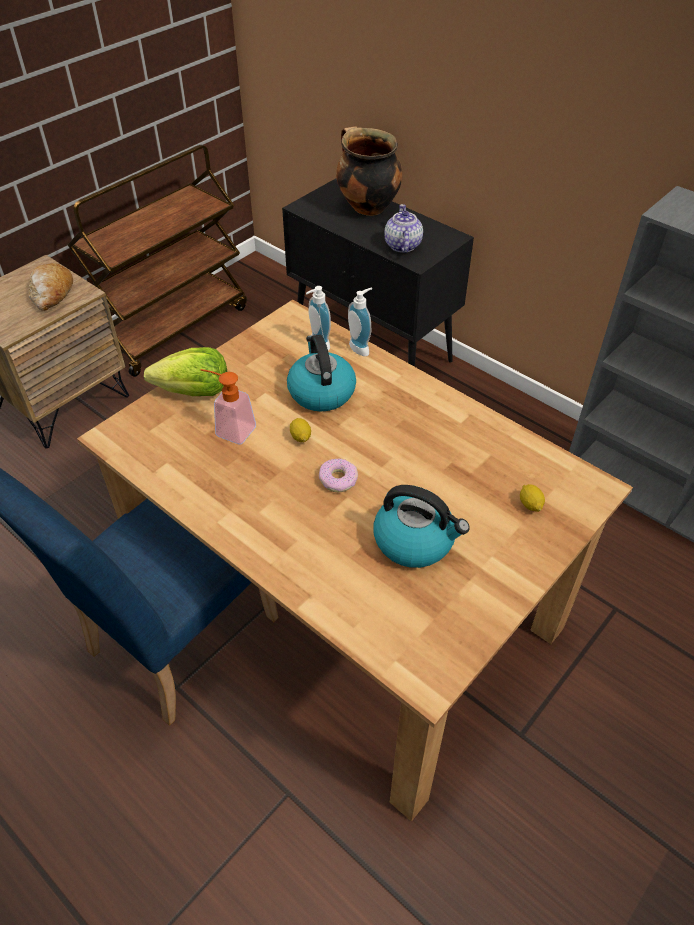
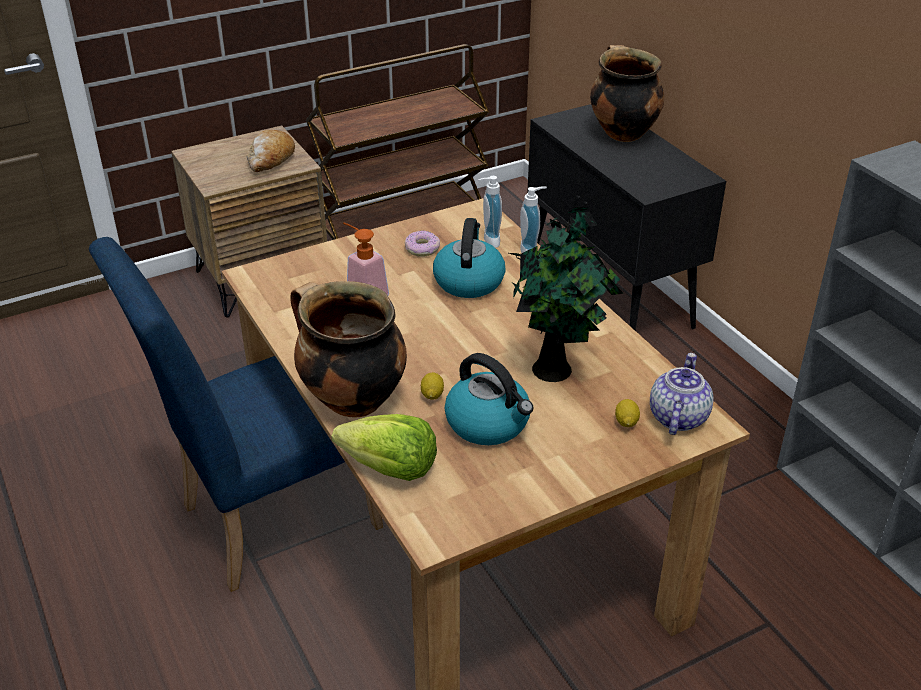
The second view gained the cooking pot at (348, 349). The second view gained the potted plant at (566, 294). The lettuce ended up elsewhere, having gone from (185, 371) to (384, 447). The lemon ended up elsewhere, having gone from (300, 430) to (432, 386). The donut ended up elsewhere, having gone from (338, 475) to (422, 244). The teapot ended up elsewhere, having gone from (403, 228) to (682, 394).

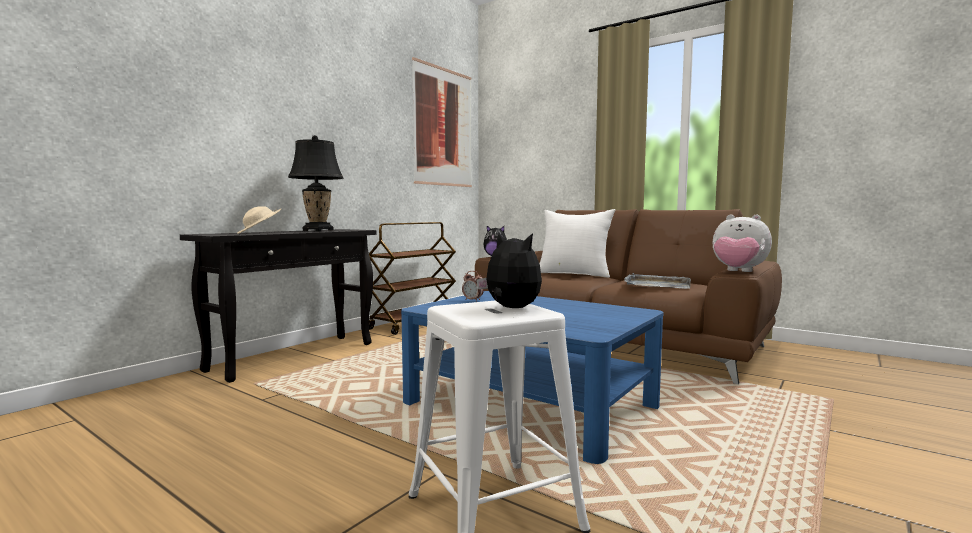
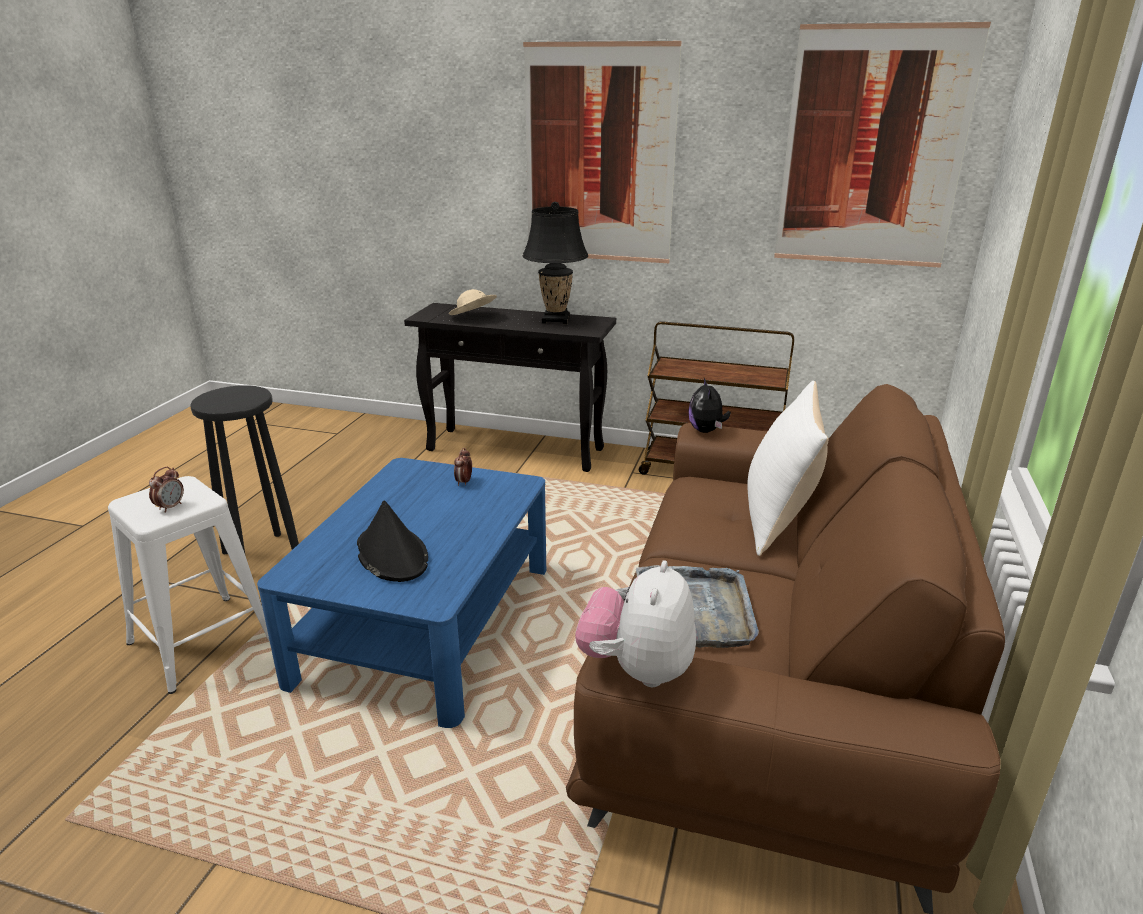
The second view gained the black stool at (244, 469). The second view gained the black hat at (392, 541). The second view gained the picture at (602, 151). Where the plush toy stood at (509, 270), the alarm clock came to stand at (166, 490).

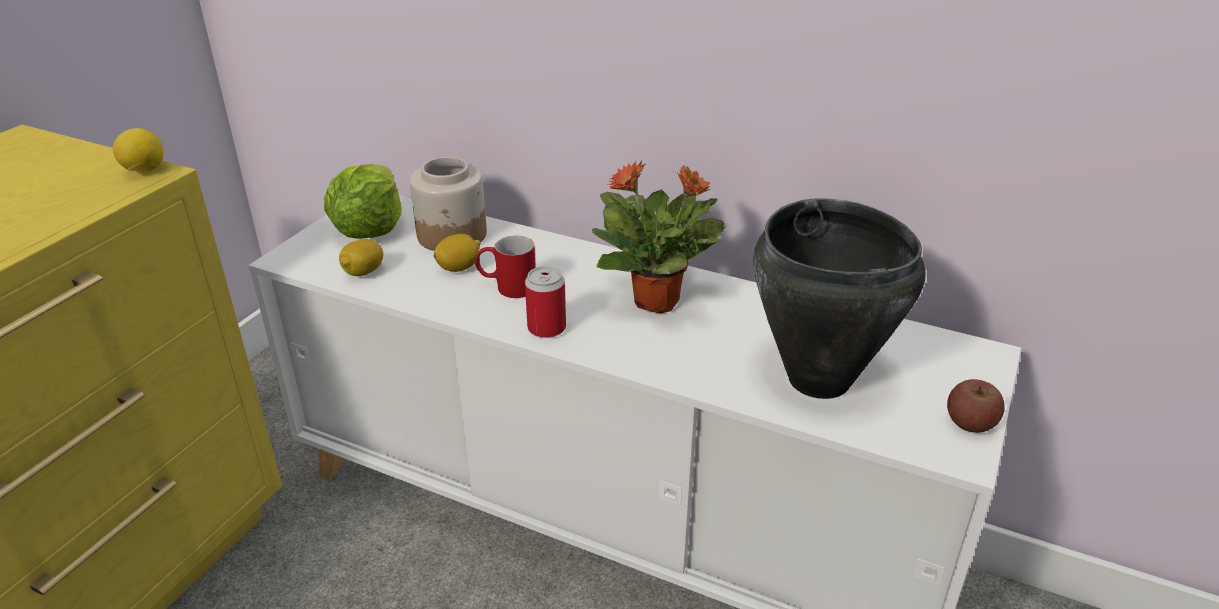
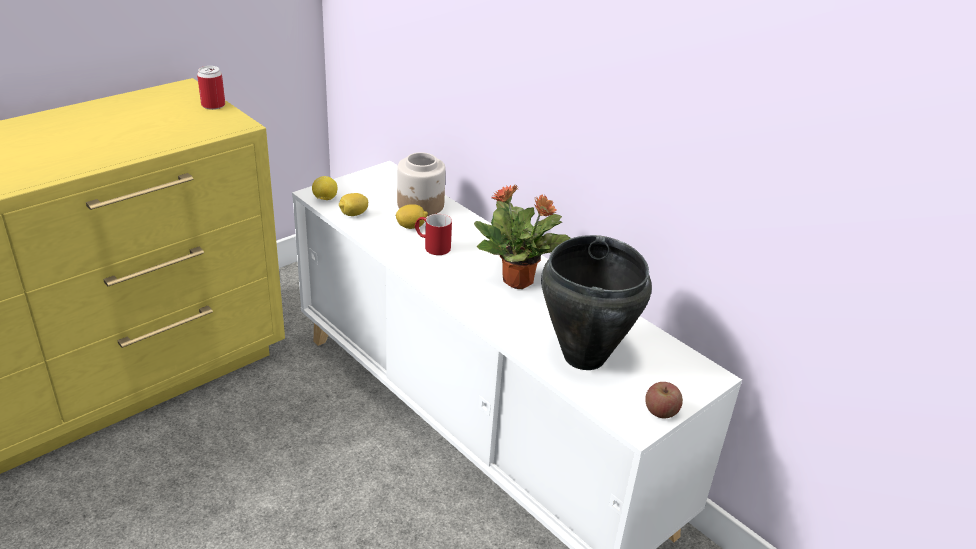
The second view lost the lettuce at (362, 201). The lemon ended up elsewhere, having gone from (138, 150) to (324, 188). The can ended up elsewhere, having gone from (545, 302) to (211, 88).

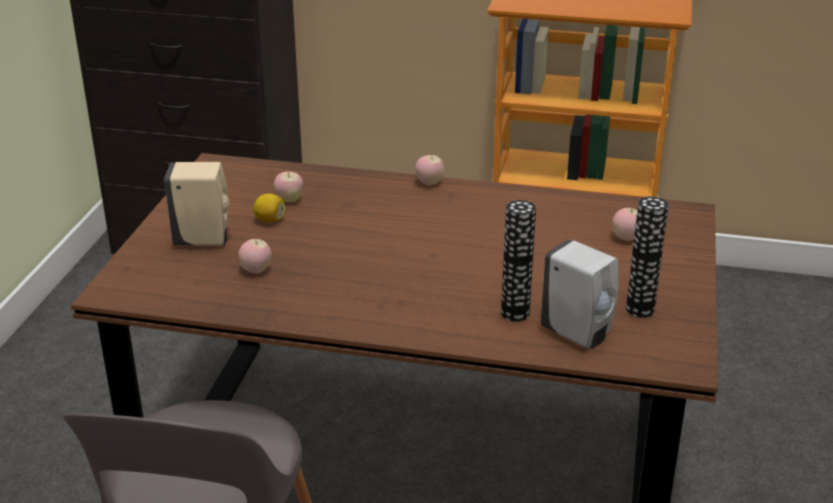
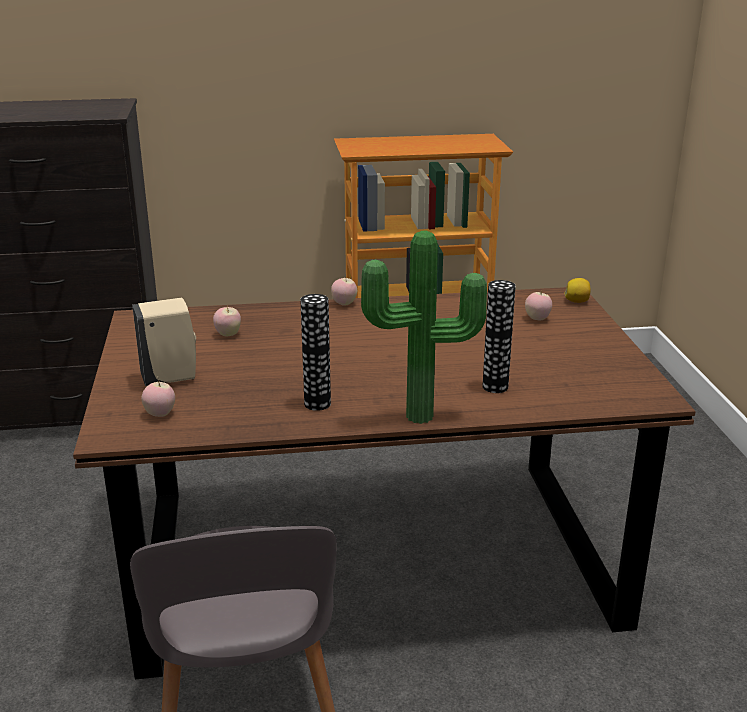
The second view lost the white soap dispenser at (579, 294). The second view gained the potted plant at (424, 327). The apple ended up elsewhere, having gone from (255, 256) to (158, 398). The lemon ended up elsewhere, having gone from (269, 208) to (577, 290). The vase ended up elsewhere, having gone from (647, 257) to (315, 352).

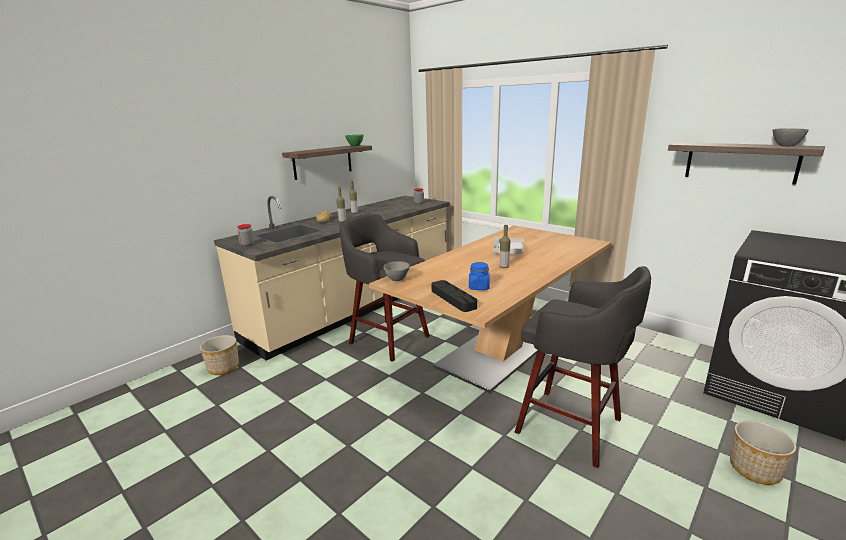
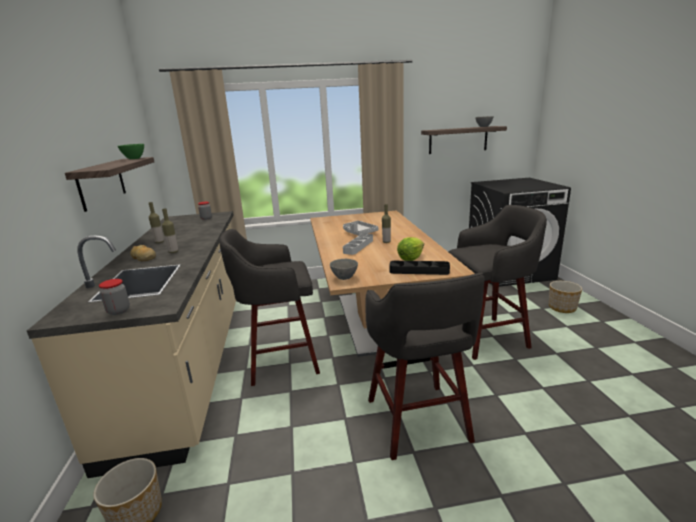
The second view gained the grey tray at (358, 244). The second view gained the grey stool at (425, 366). Where the blue jar stood at (479, 276), the lettuce came to stand at (410, 249).

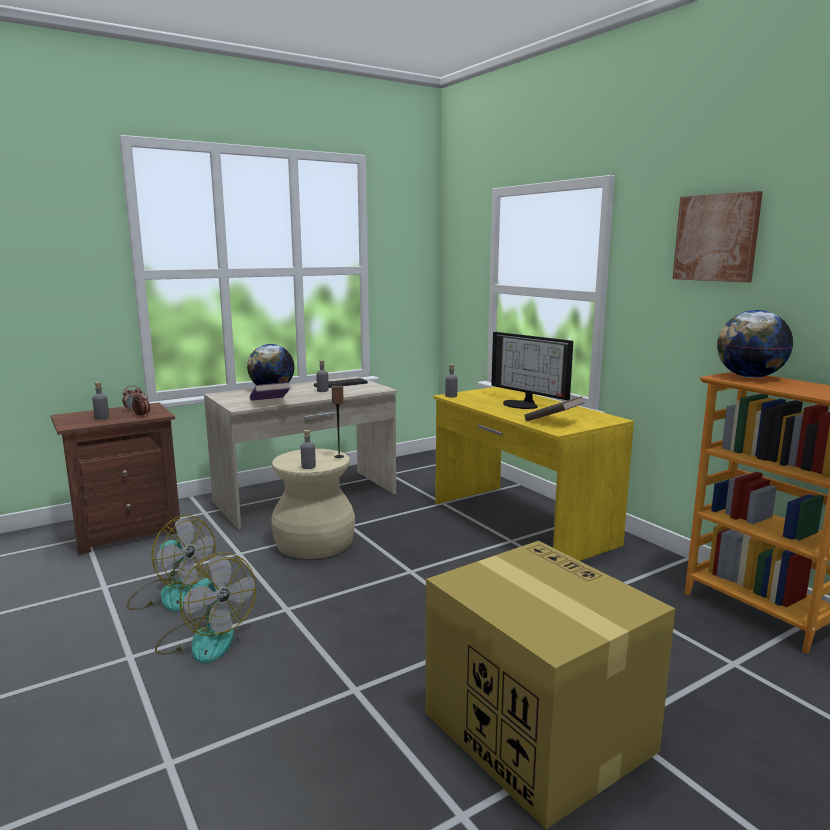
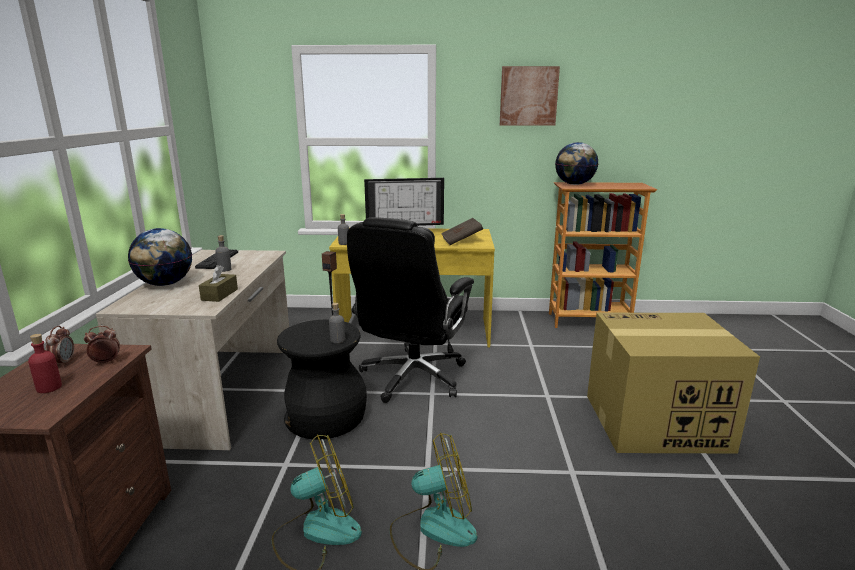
The second view gained the black office chair at (410, 310). Where the purple book stood at (270, 391), the brown tissue box came to stand at (218, 283). What was the grey bottle at (100, 400) turned into the red bottle at (45, 363). What was the beige stool at (313, 504) turned into the black stool at (322, 379).

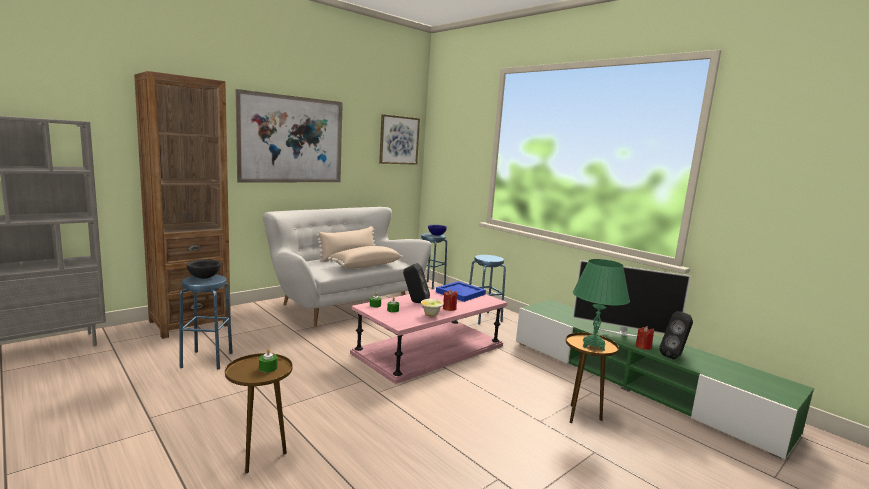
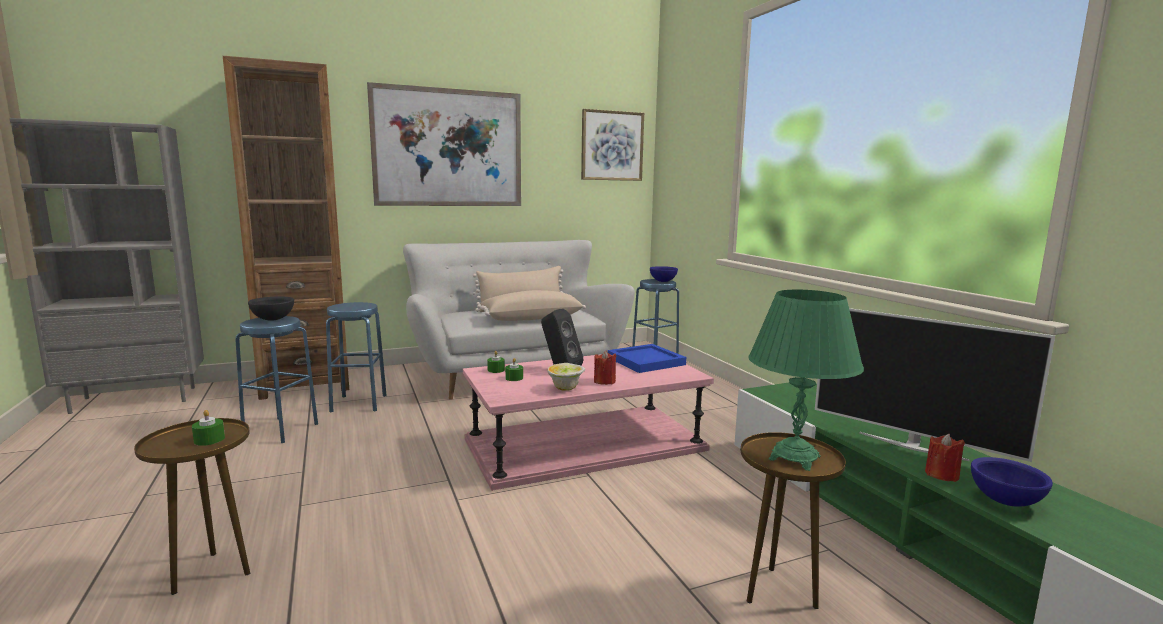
The blue stool ended up elsewhere, having gone from (487, 290) to (356, 357). Where the black speaker stood at (676, 335), the blue bowl came to stand at (1012, 482).

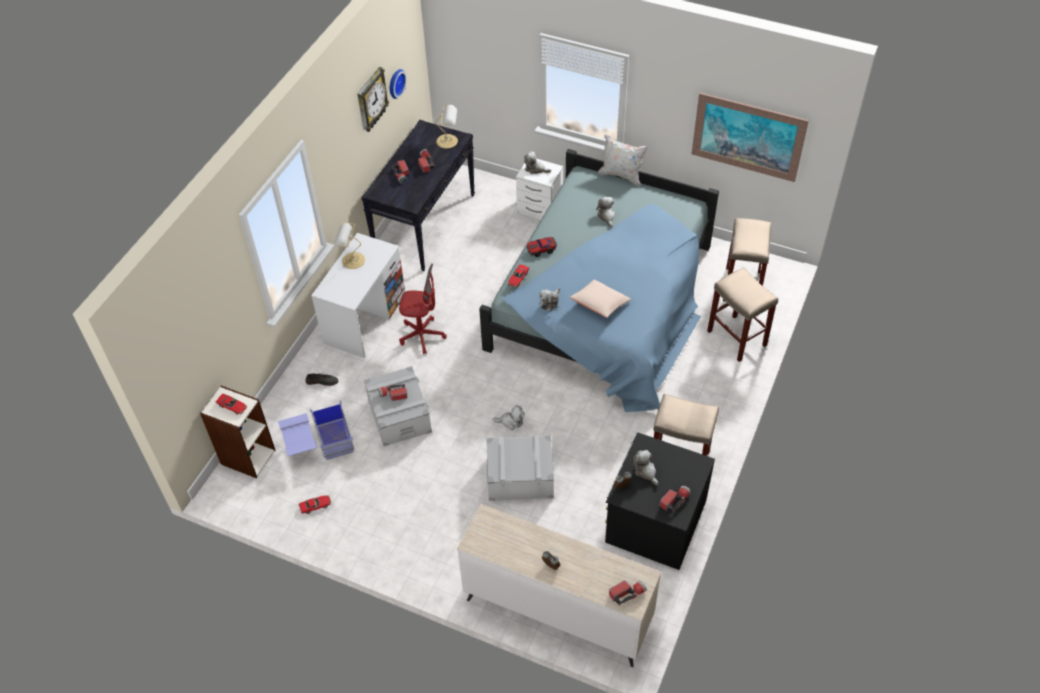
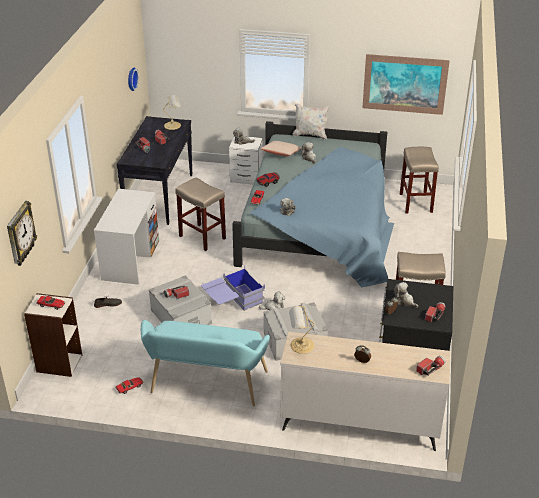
The second view lost the red office chair at (423, 309). The second view gained the turquoise bench at (205, 363). The blue storage box ended up elsewhere, having gone from (316, 430) to (233, 288). The table lamp ended up elsewhere, having gone from (349, 246) to (302, 330). The wall clock ended up elsewhere, having gone from (373, 99) to (22, 233). The beige pillow ended up elsewhere, having gone from (600, 299) to (281, 148). The beige stool ended up elsewhere, having gone from (742, 314) to (200, 214).

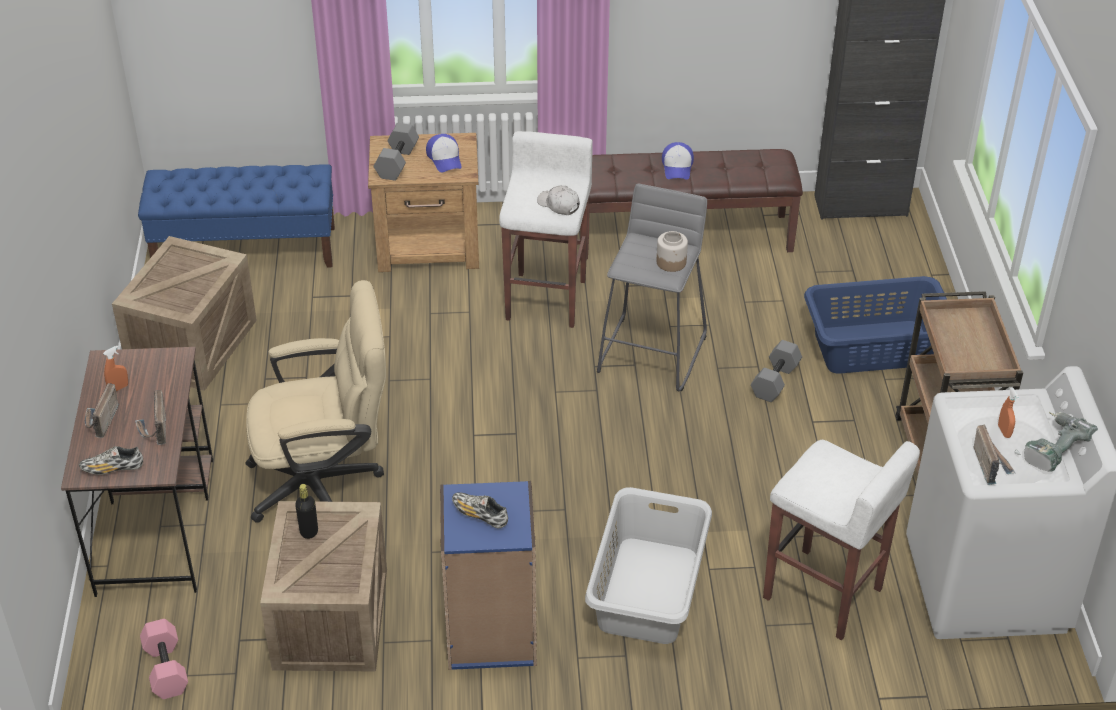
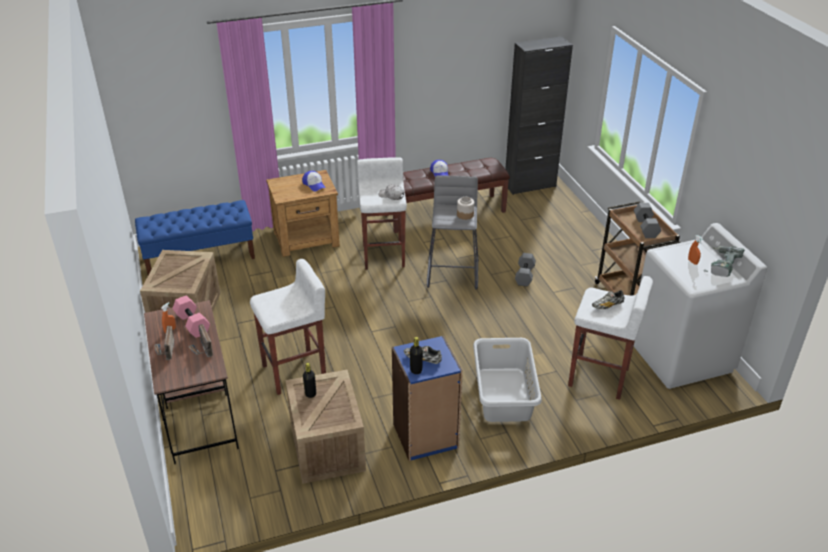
The second view lost the blue laundry basket at (875, 325). The second view lost the radio at (994, 454). The second view gained the black bottle at (416, 355). The shoe ended up elsewhere, having gone from (111, 460) to (608, 299). The pink dumbbell ended up elsewhere, having gone from (164, 659) to (191, 316). The grey dumbbell ended up elsewhere, having gone from (396, 152) to (647, 220). Where the beige office chair stood at (315, 401), the white stool came to stand at (288, 327).

